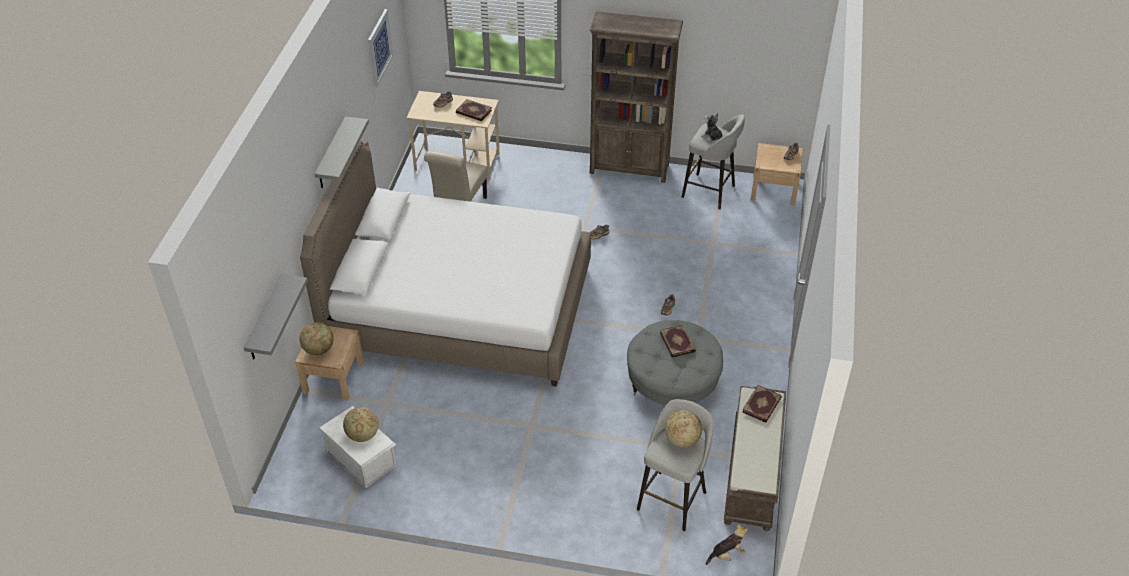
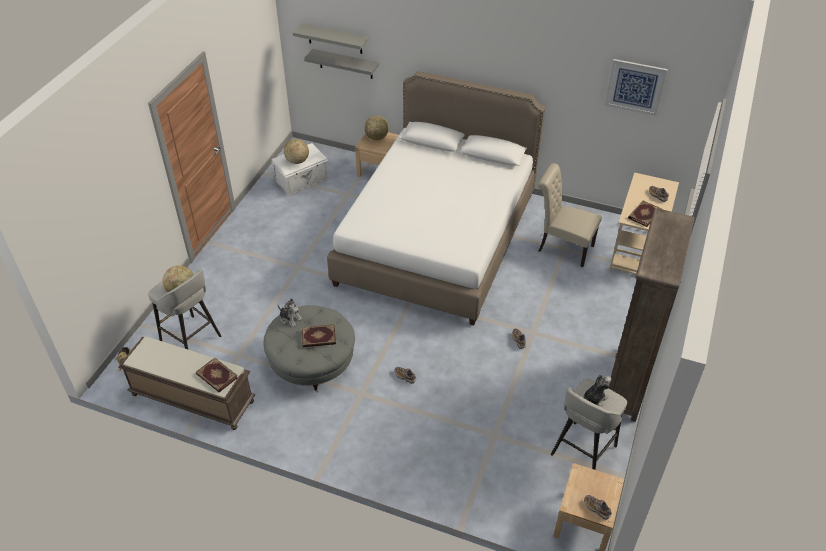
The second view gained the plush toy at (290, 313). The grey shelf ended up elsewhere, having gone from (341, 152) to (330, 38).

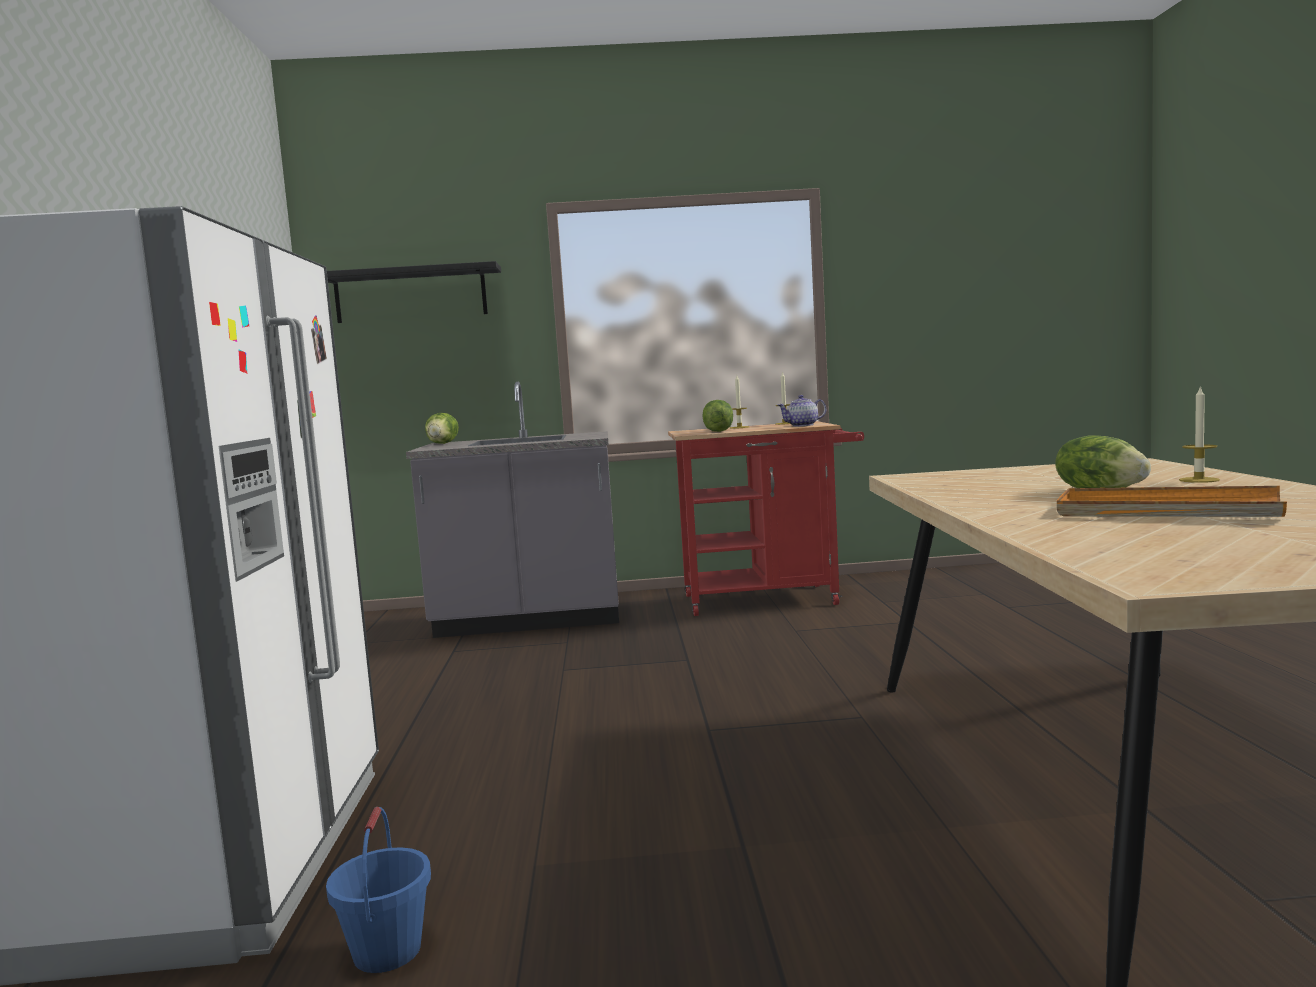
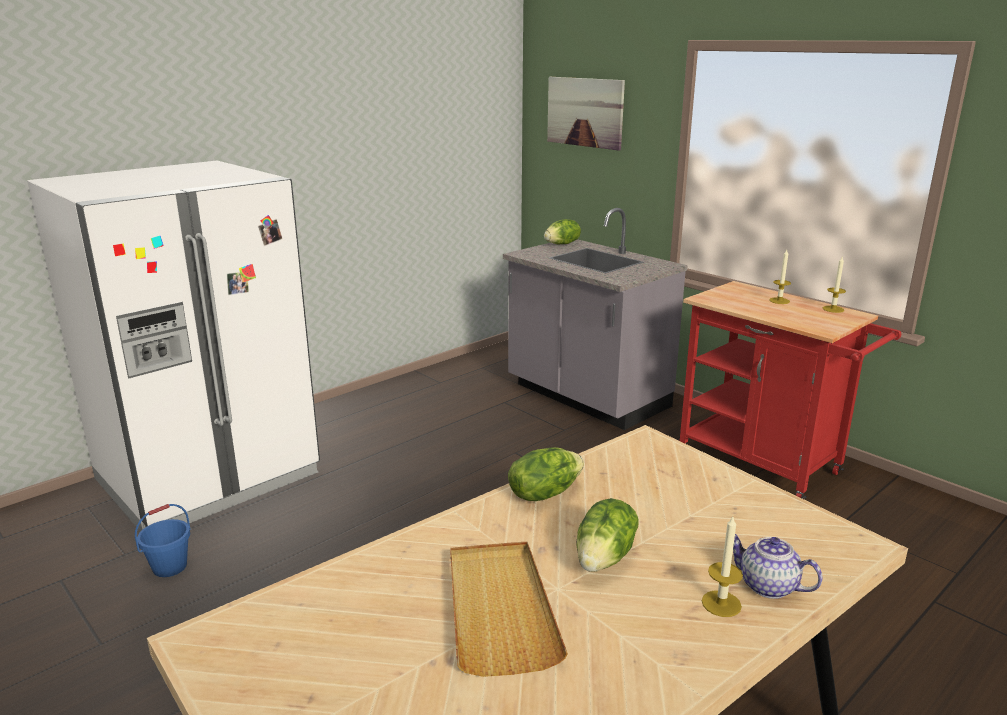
The lettuce ended up elsewhere, having gone from (717, 416) to (546, 474). The teapot ended up elsewhere, having gone from (802, 410) to (777, 566). Where the black shelf hung at (414, 292), the picture came to hang at (586, 114). What was the orange tray at (1171, 501) turned into the beige tray at (509, 609).

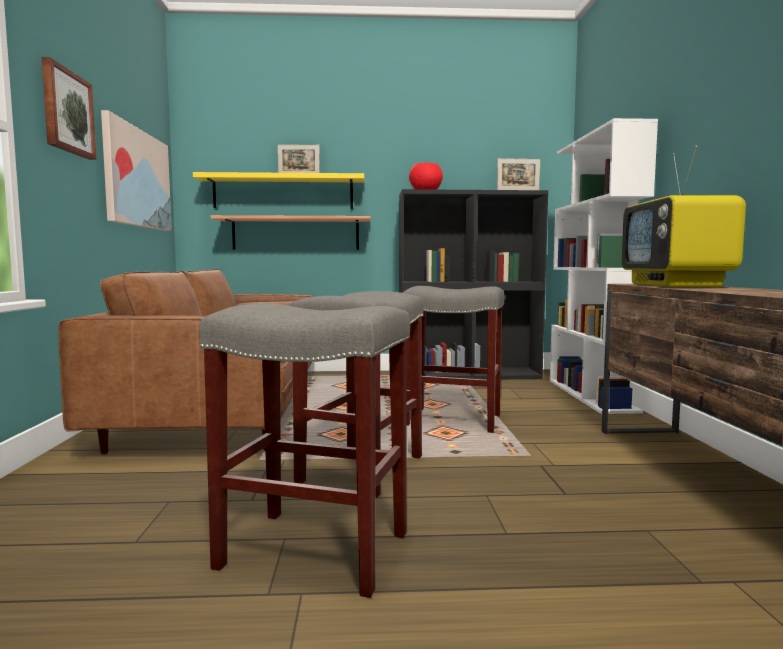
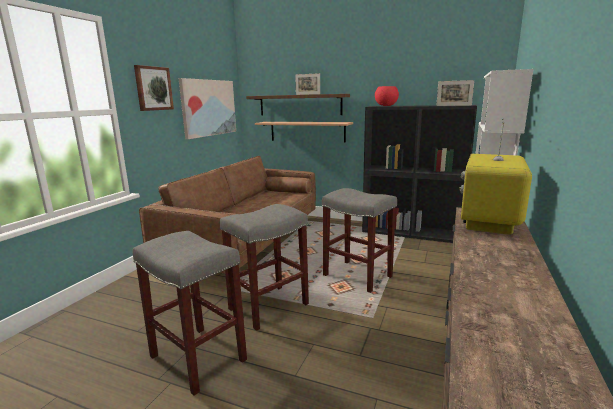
What was the yellow shelf at (278, 190) turned into the brown shelf at (298, 104).

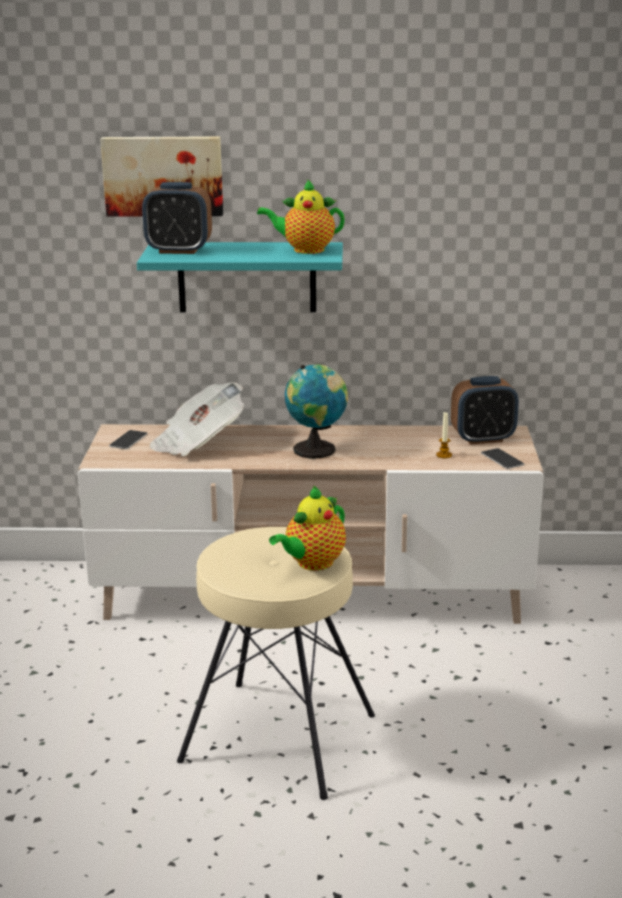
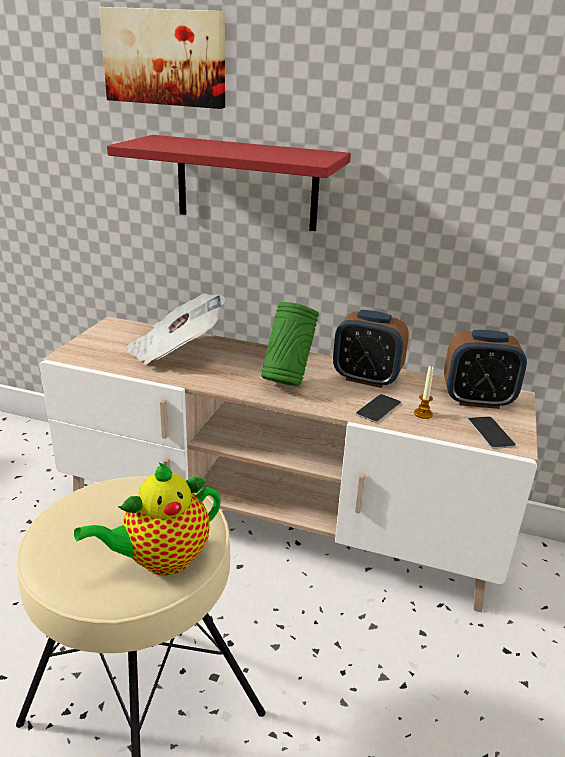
The second view lost the teapot at (301, 216). The phone ended up elsewhere, having gone from (128, 439) to (378, 408). The alarm clock ended up elsewhere, having gone from (177, 218) to (371, 349). Where the globe stood at (316, 411), the green vase came to stand at (290, 344). What was the turquoise shelf at (240, 277) turned into the red shelf at (229, 183).

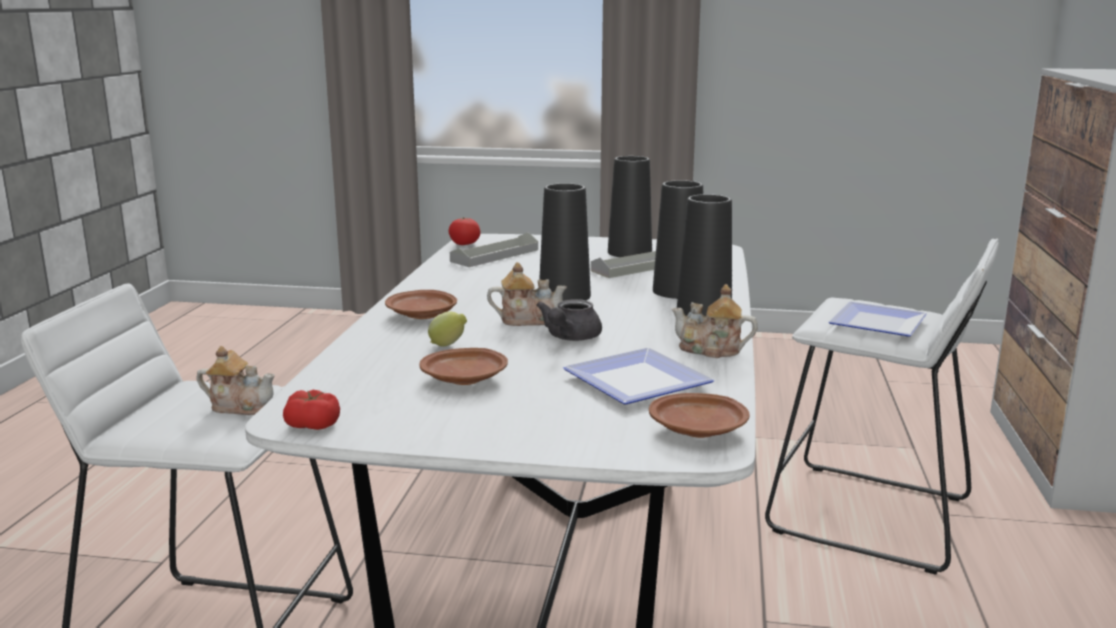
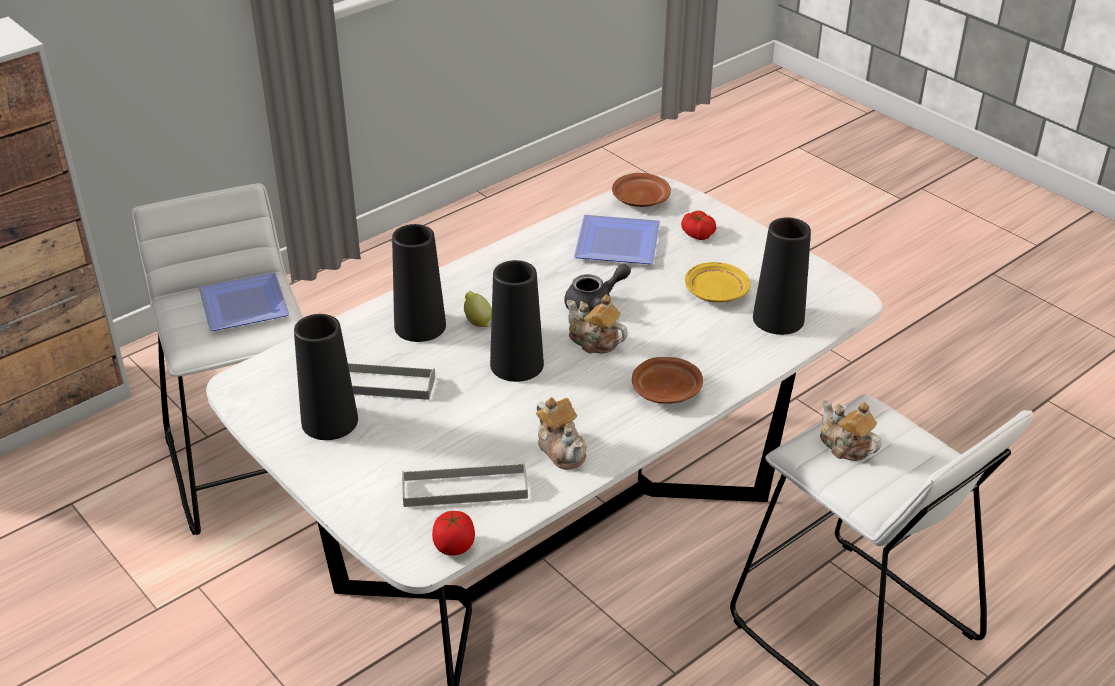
The tomato ended up elsewhere, having gone from (311, 410) to (698, 225). The lemon ended up elsewhere, having gone from (447, 328) to (478, 309). The teapot ended up elsewhere, having gone from (714, 321) to (561, 433). The black vase ended up elsewhere, having gone from (704, 255) to (782, 276). What was the brown plate at (463, 366) turned into the yellow plate at (717, 282).

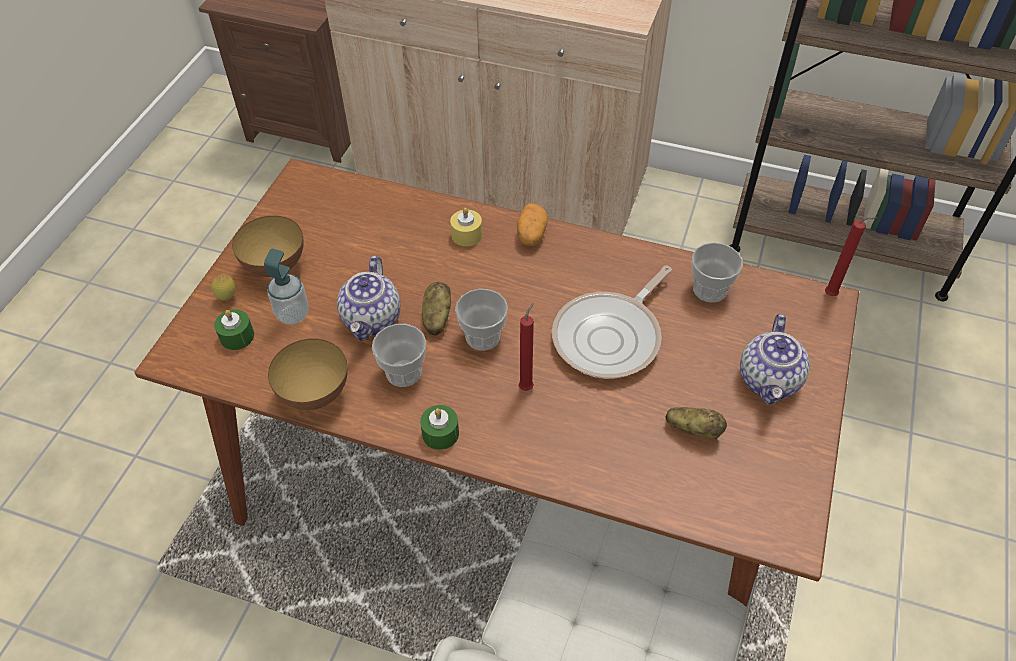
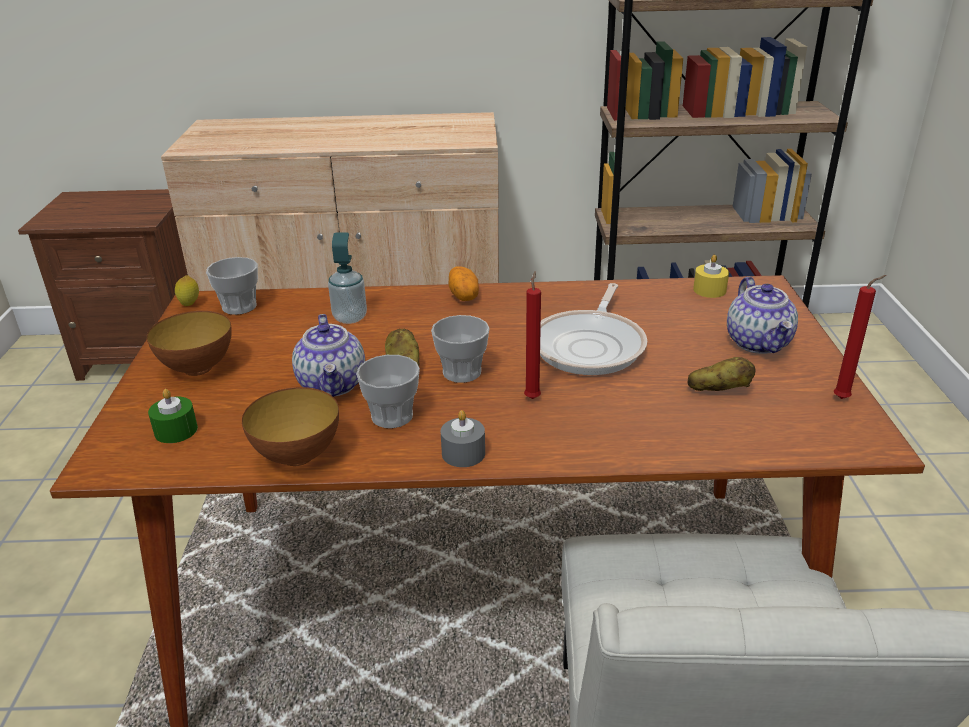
The lemon ended up elsewhere, having gone from (223, 287) to (187, 290). The soap dispenser ended up elsewhere, having gone from (286, 287) to (347, 278). The yellow candle ended up elsewhere, having gone from (466, 227) to (711, 276). The cup ended up elsewhere, having gone from (717, 272) to (232, 286). The red candle ended up elsewhere, having gone from (851, 256) to (860, 337). What was the green candle at (439, 427) turned into the grey candle at (463, 438).

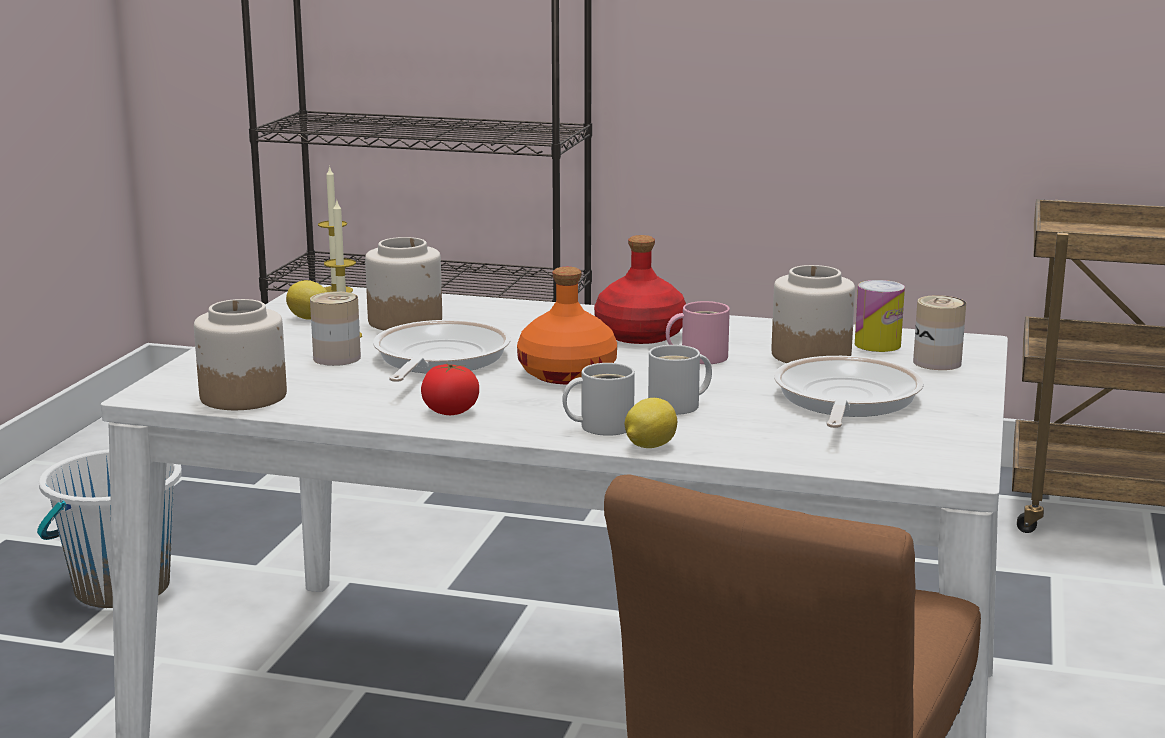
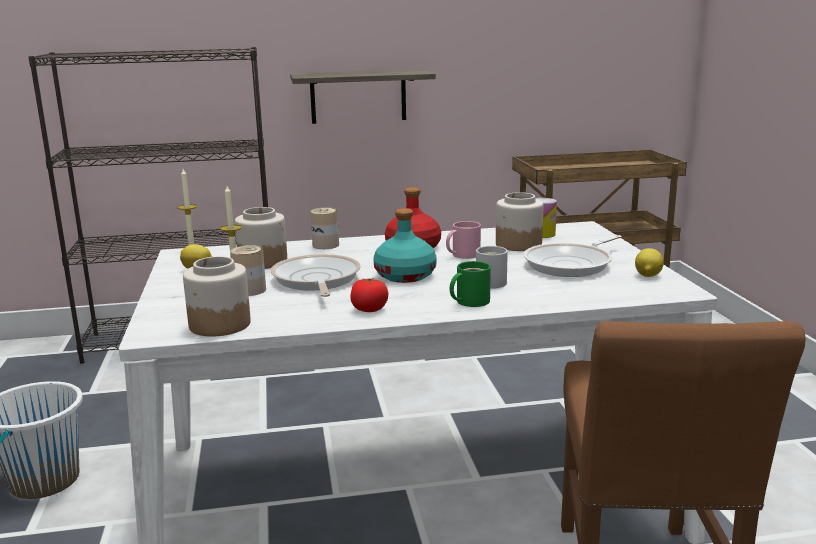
The second view gained the shelf at (363, 96). The lemon ended up elsewhere, having gone from (651, 423) to (649, 262). The can ended up elsewhere, having gone from (939, 332) to (324, 228). What was the orange bottle at (567, 325) turned into the turquoise bottle at (405, 245). What was the white mug at (598, 399) turned into the green mug at (470, 284). The frying pan at (849, 392) ended up facing another way, 120 degrees counterclockwise from before.

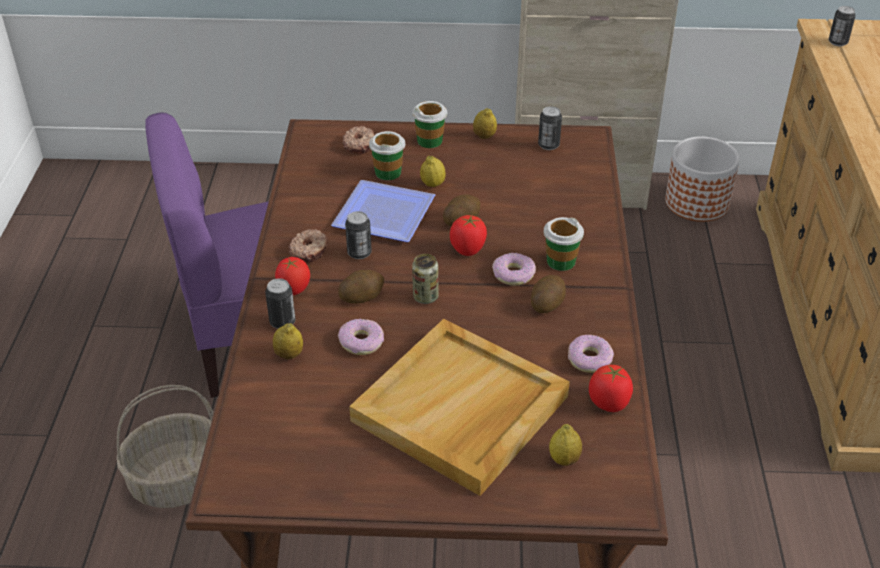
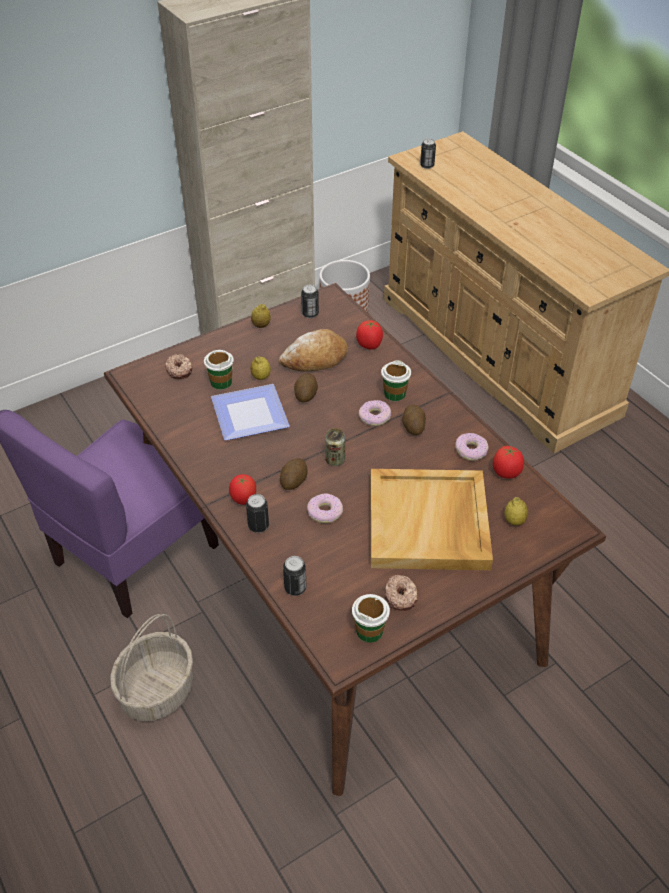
The second view lost the lemon at (288, 341). The second view gained the bread at (313, 350). The donut ended up elsewhere, having gone from (308, 246) to (401, 593). The can ended up elsewhere, having gone from (358, 235) to (294, 576). The cup ended up elsewhere, having gone from (429, 124) to (371, 618). The tomato ended up elsewhere, having gone from (468, 235) to (369, 334).

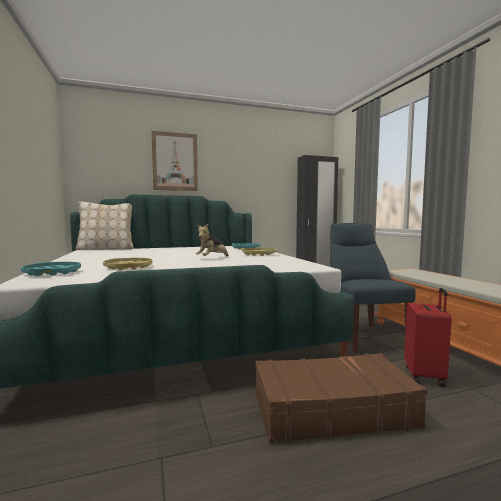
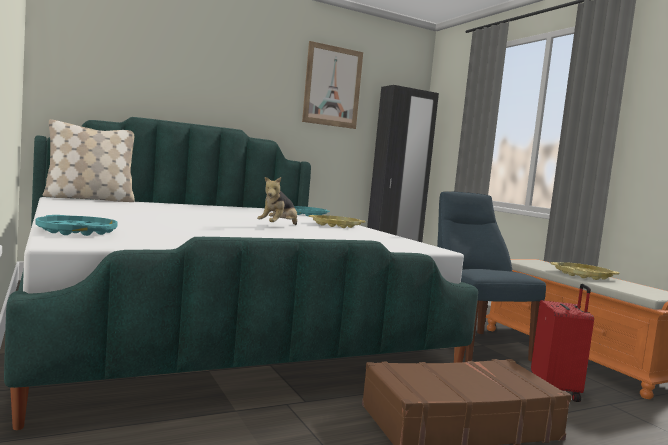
The yellow tray ended up elsewhere, having gone from (127, 264) to (585, 271). The picture ended up elsewhere, having gone from (175, 161) to (332, 85).

